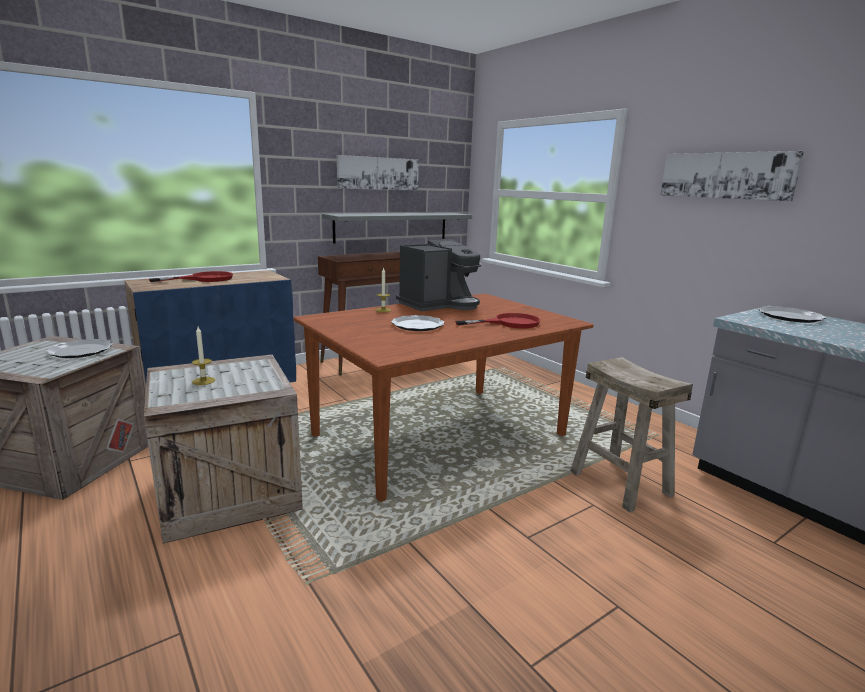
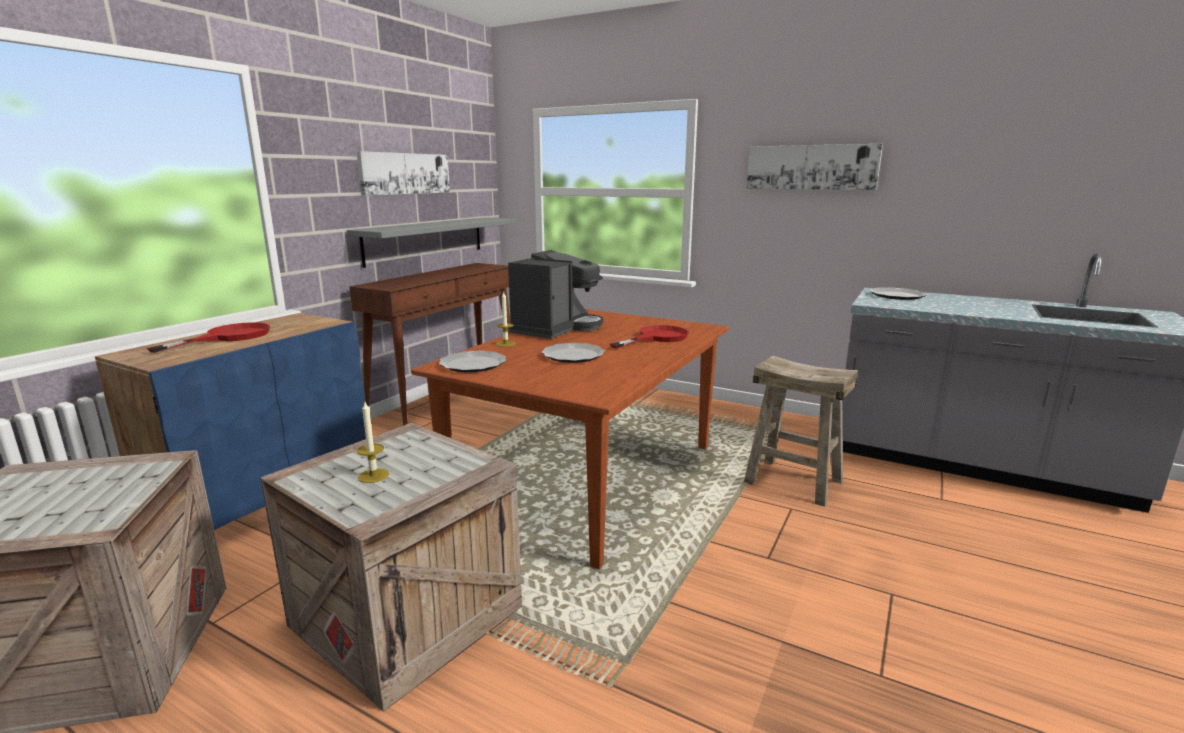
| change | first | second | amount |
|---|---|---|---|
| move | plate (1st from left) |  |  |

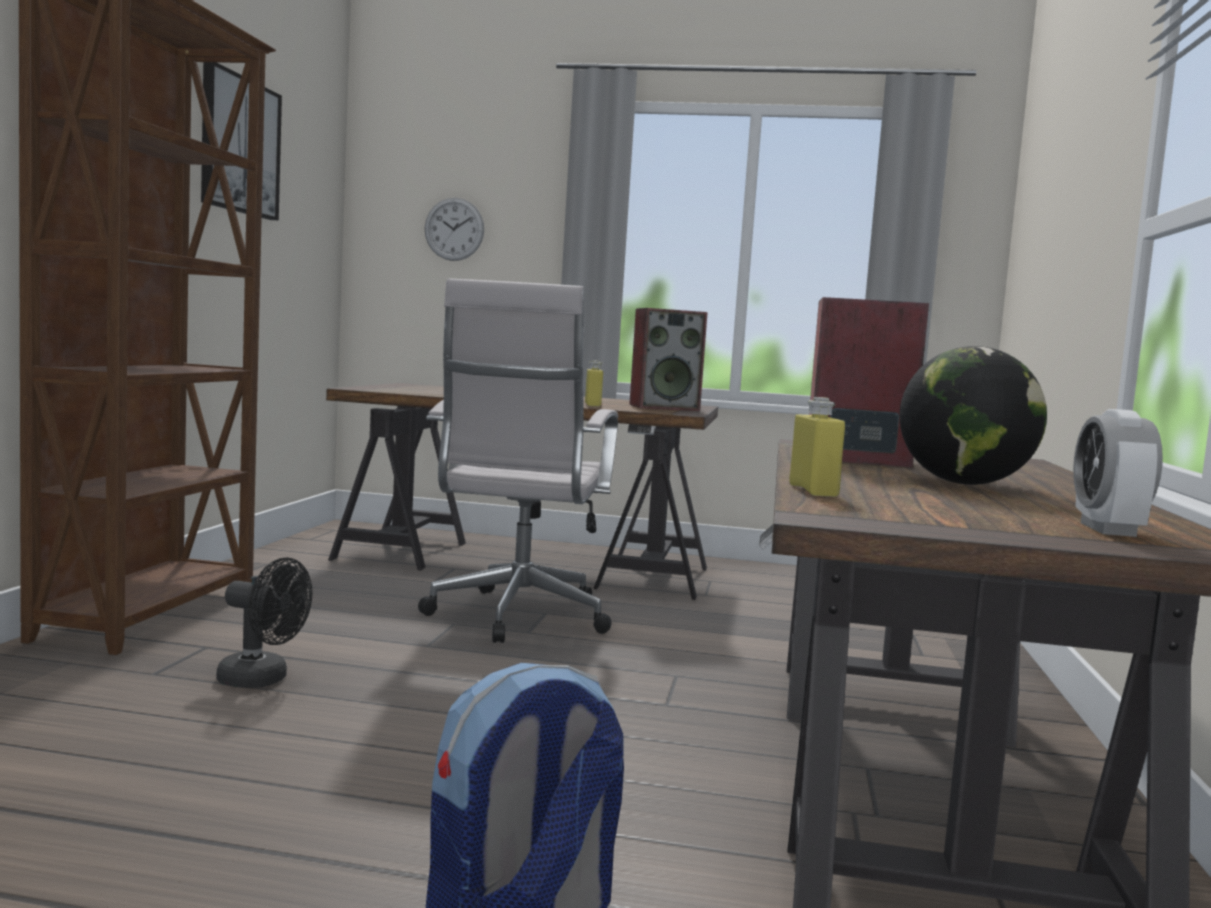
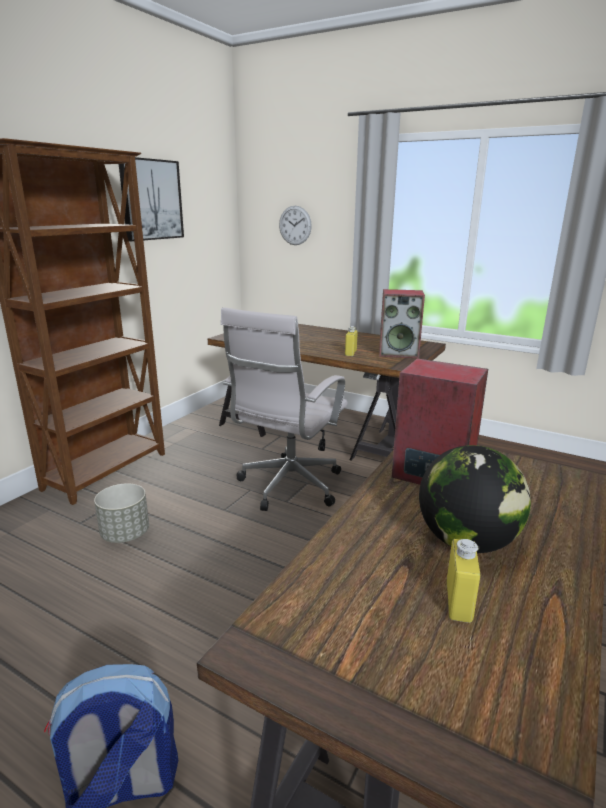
| change | first | second | amount |
|---|---|---|---|
| replace | black fan | grey planter |  |
| move | yellow bottle (2nd from left) |  |  |
| delete | alarm clock |  |  |

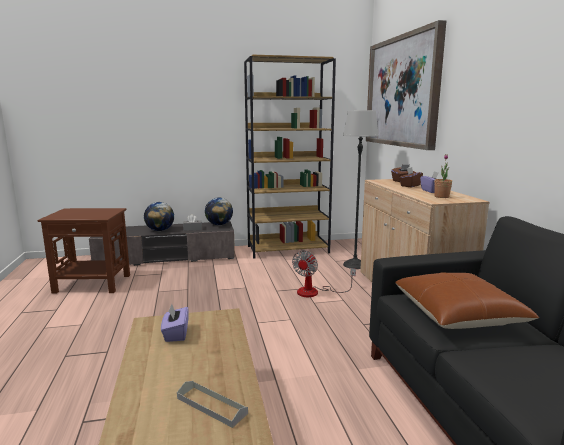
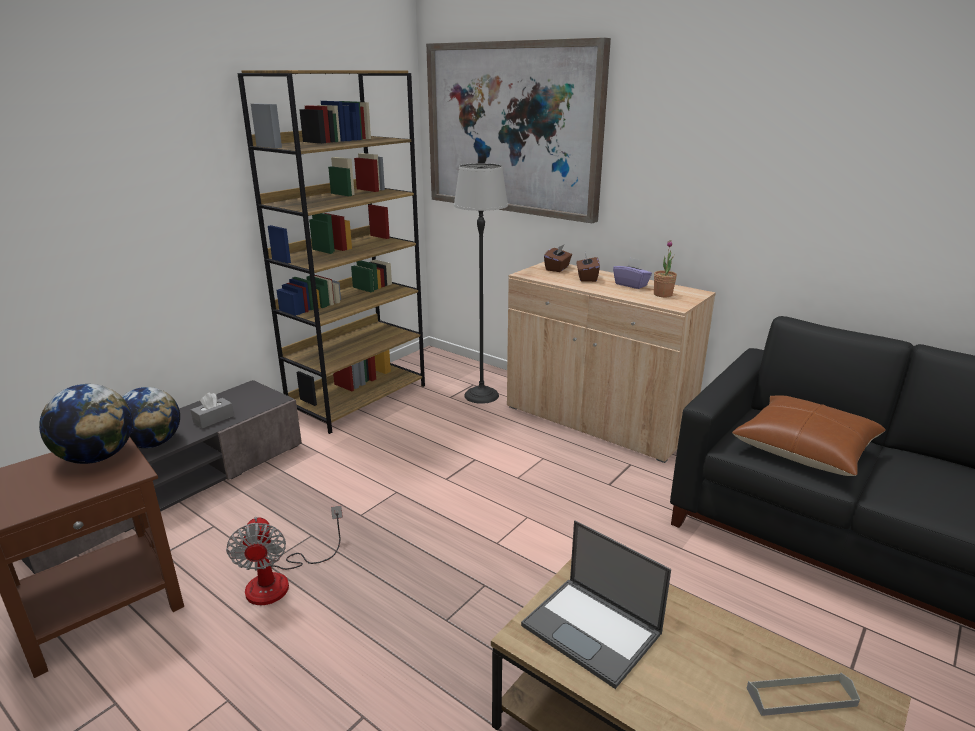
| change | first | second | amount |
|---|---|---|---|
| move | globe (2nd from left in the first image) | globe (1st from left) |  |
| move | fan |  |  |
| replace | purple tissue box (1st from left) | laptop |  |

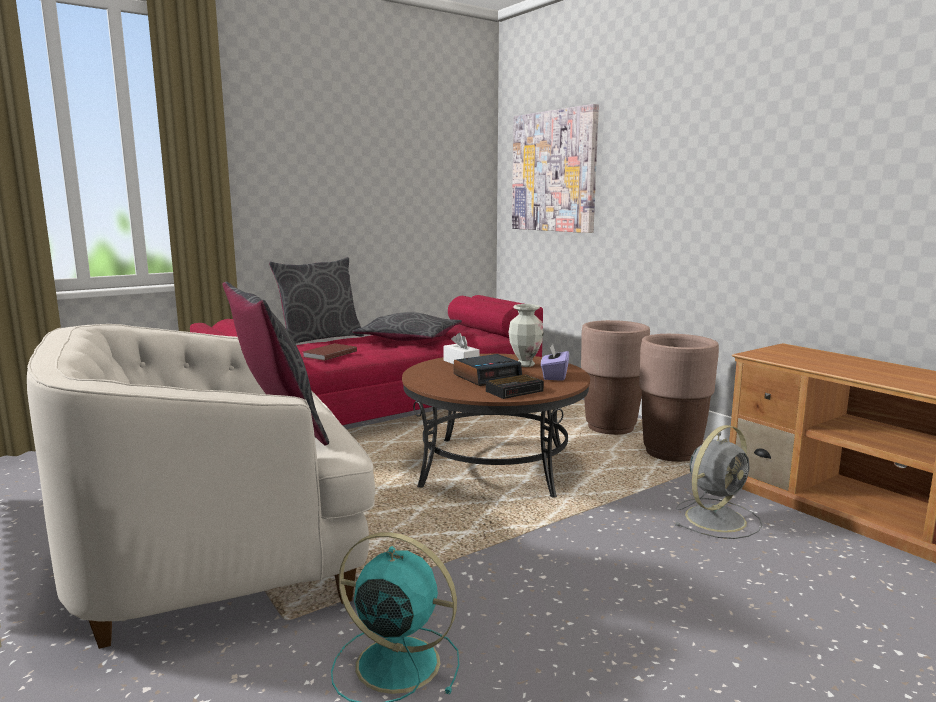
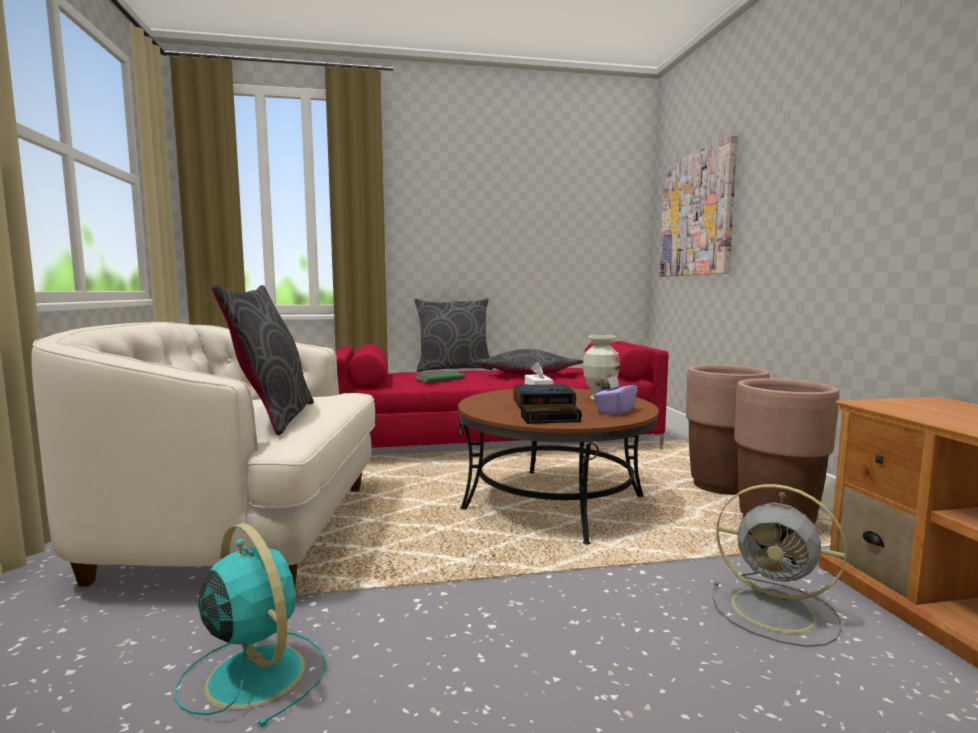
| change | first | second | amount |
|---|---|---|---|
| recolor | brown book | green book |  |
| rotate | grey fan |  | 45 degrees clockwise |

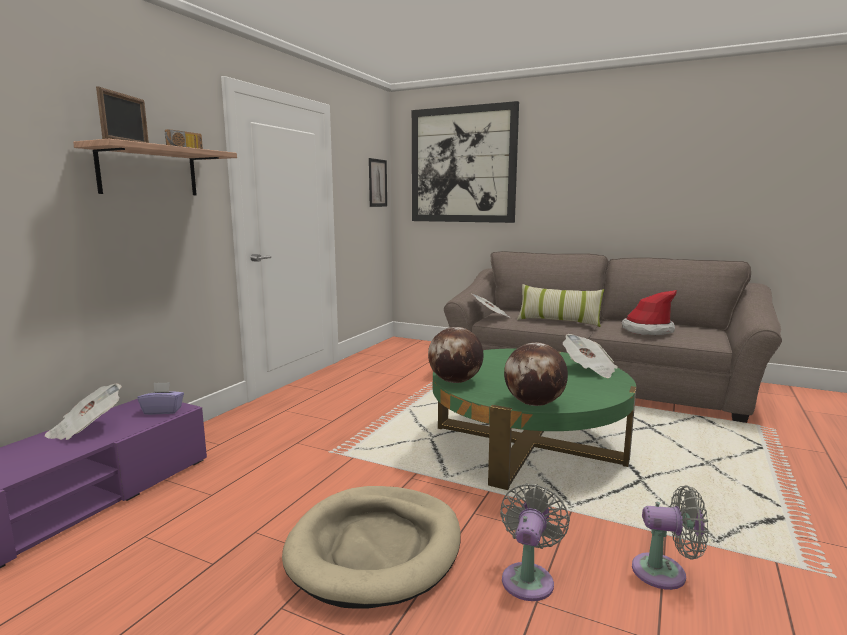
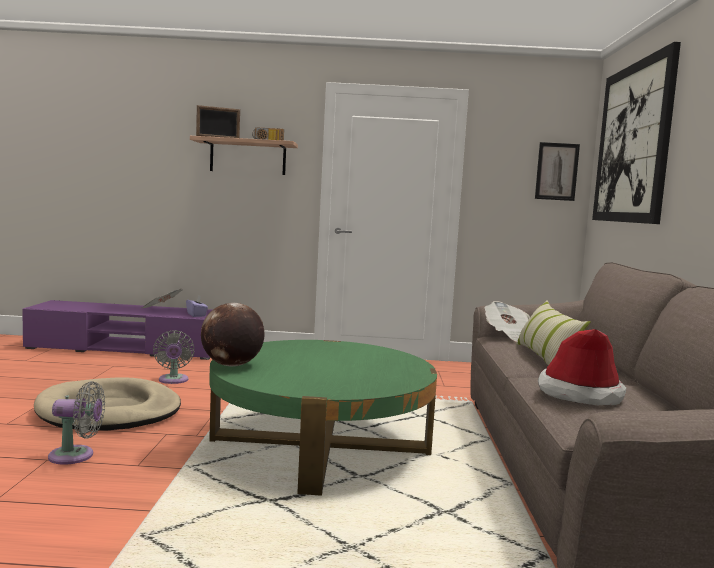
| change | first | second | amount |
|---|---|---|---|
| move | grey fan (2nd from left) |  |  |
| delete | globe (1st from left) |  |  |
| delete | newspaper (3rd from left) |  |  |

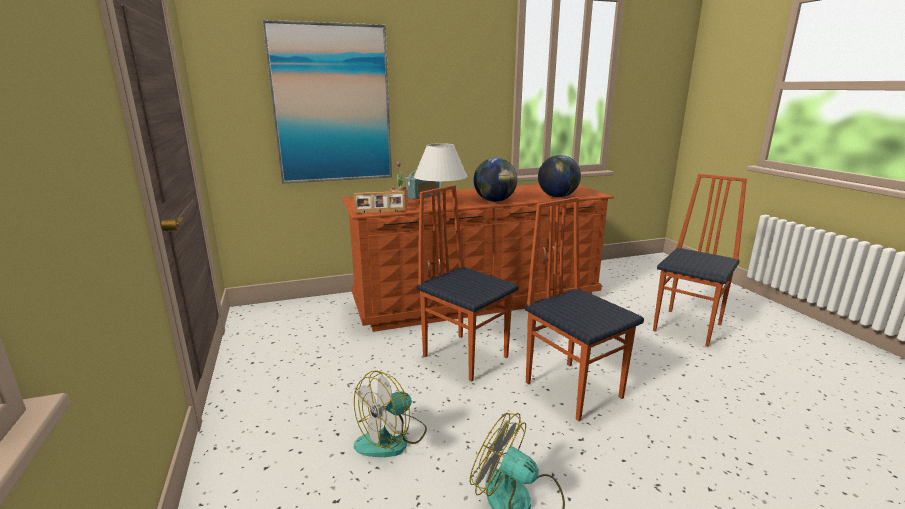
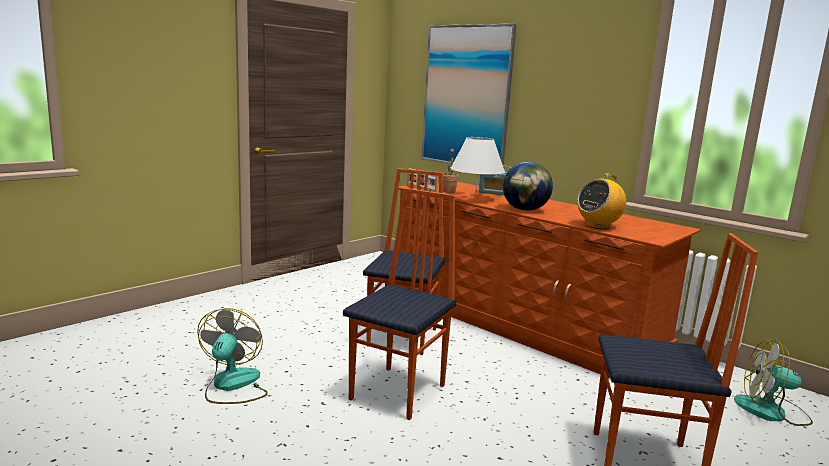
| change | first | second | amount |
|---|---|---|---|
| replace | globe (2nd from left) | radio (2nd from left) |  |
| move | fan (1st from left in the first image) | fan (2nd from left) |  |

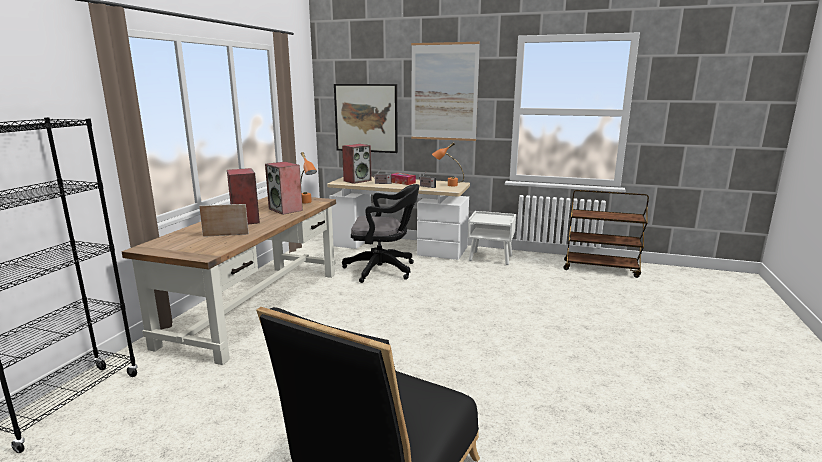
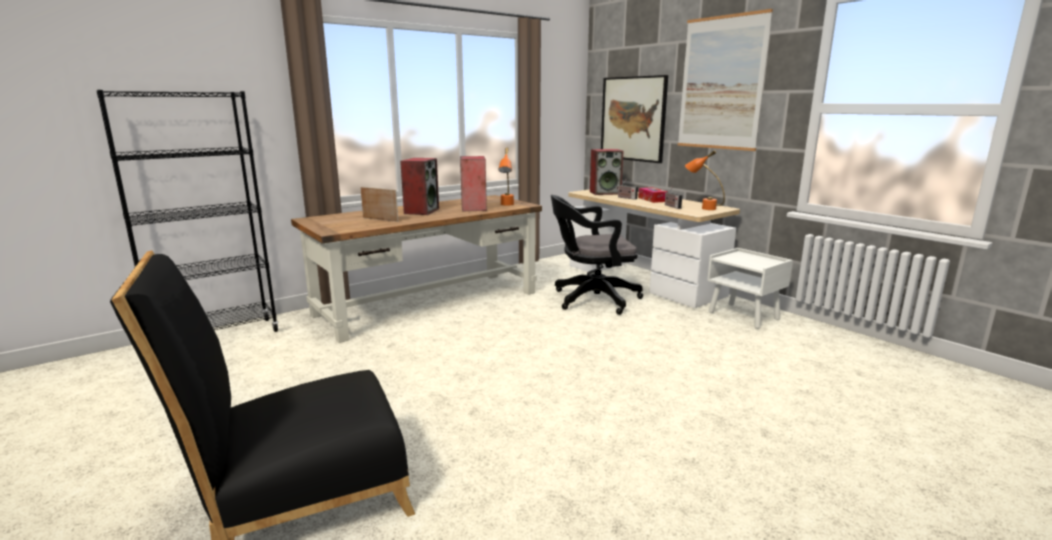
| change | first | second | amount |
|---|---|---|---|
| rotate | black office chair |  | 135 degrees clockwise |
| delete | brown cart |  |  |

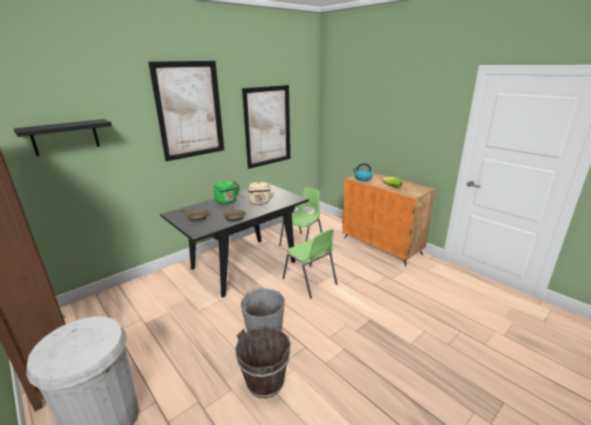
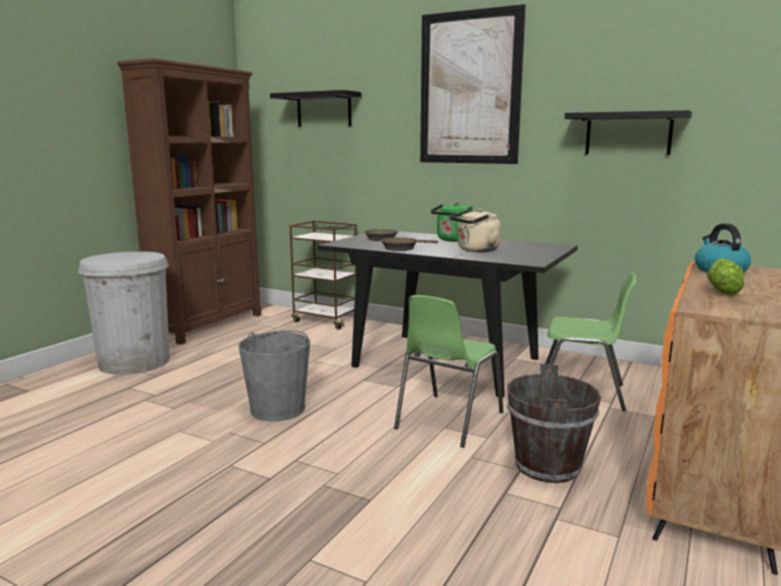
| change | first | second | amount |
|---|---|---|---|
| insert |  | brown cart |  |
| move | brown bucket |  |  |
| replace | picture (2nd from left) | black shelf (2nd from left) |  |

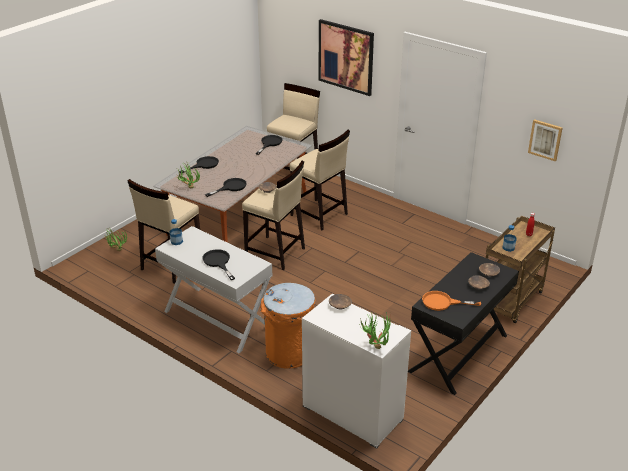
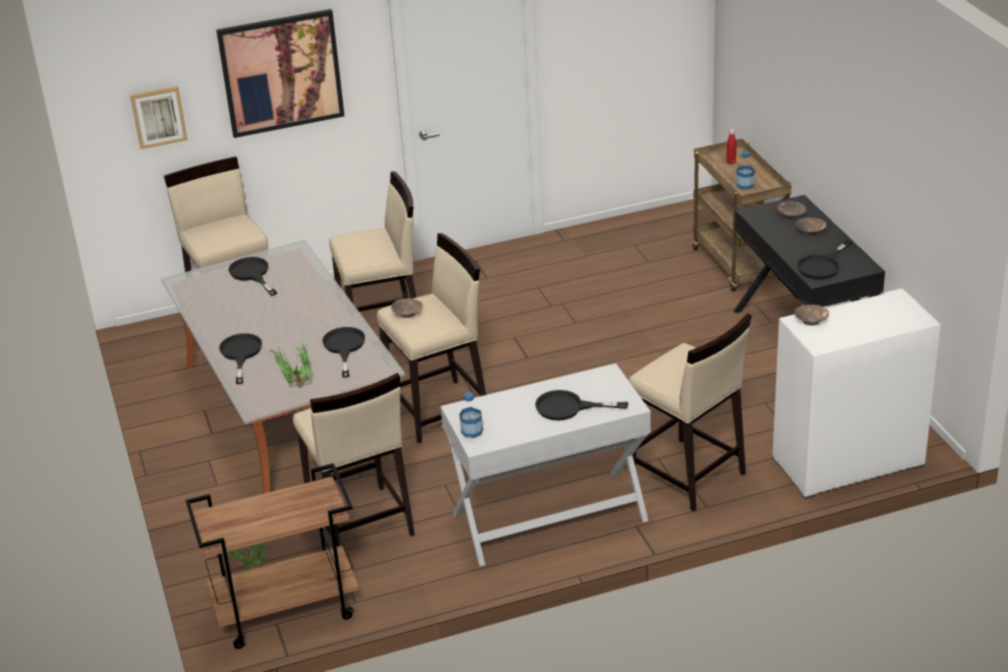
| change | first | second | amount |
|---|---|---|---|
| move | picture (2nd from left in the first image) | picture (1st from left) |  |
| insert |  | brown cart (1st from left) |  |
| replace | orange trash can | beige stool (5th from left) |  |
| recolor | orange frying pan | black frying pan (5th from left) |  |
| delete | potted plant (3rd from left) |  |  |

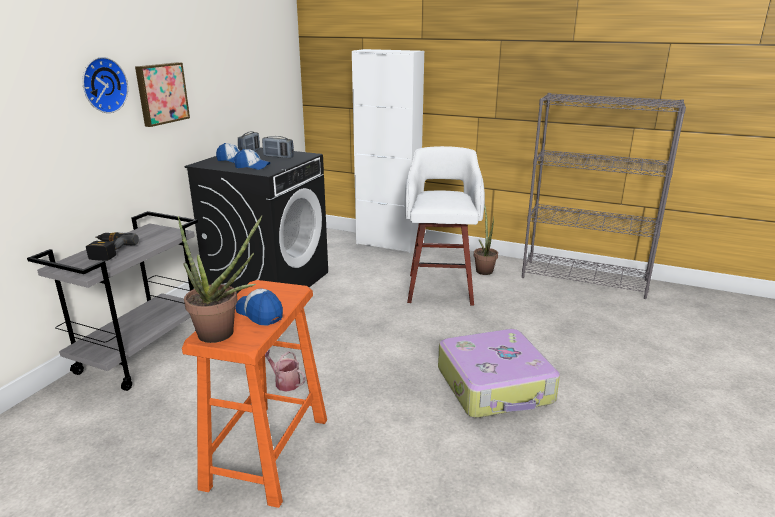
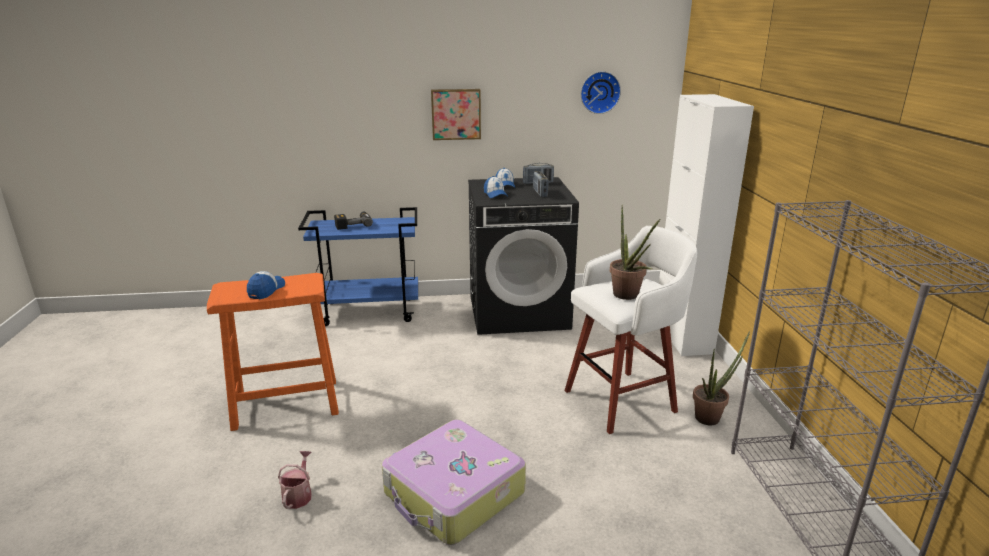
| change | first | second | amount |
|---|---|---|---|
| move | watering can |  |  |
| recolor | grey cart | blue cart |  |
| move | wall clock |  |  |
| move | potted plant (1st from left) |  |  |

